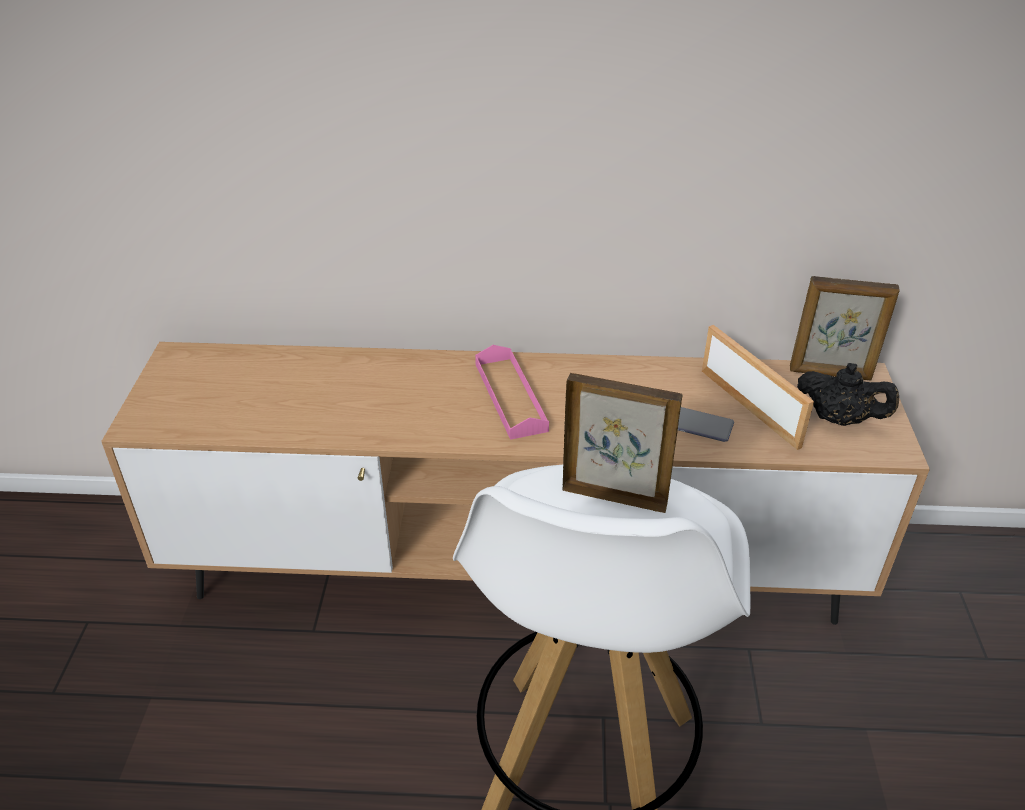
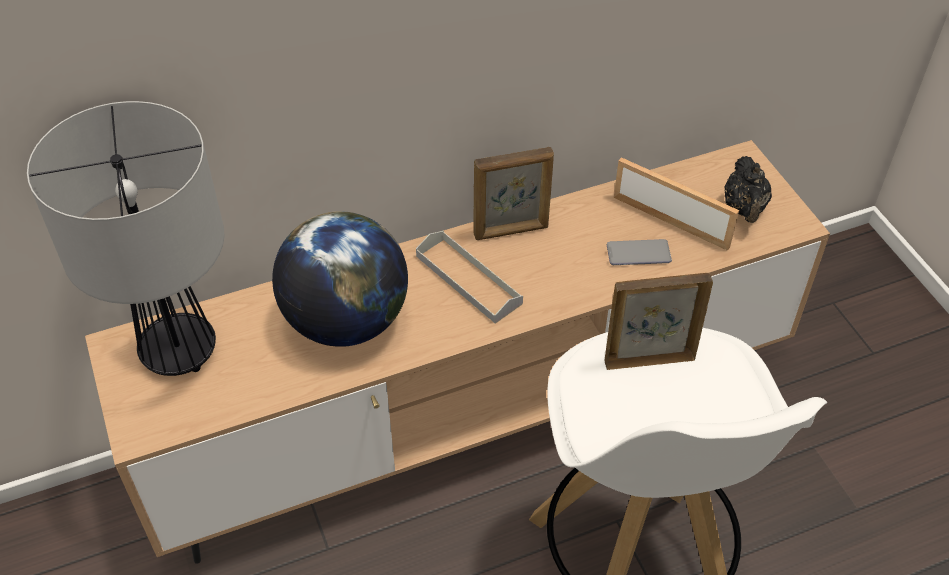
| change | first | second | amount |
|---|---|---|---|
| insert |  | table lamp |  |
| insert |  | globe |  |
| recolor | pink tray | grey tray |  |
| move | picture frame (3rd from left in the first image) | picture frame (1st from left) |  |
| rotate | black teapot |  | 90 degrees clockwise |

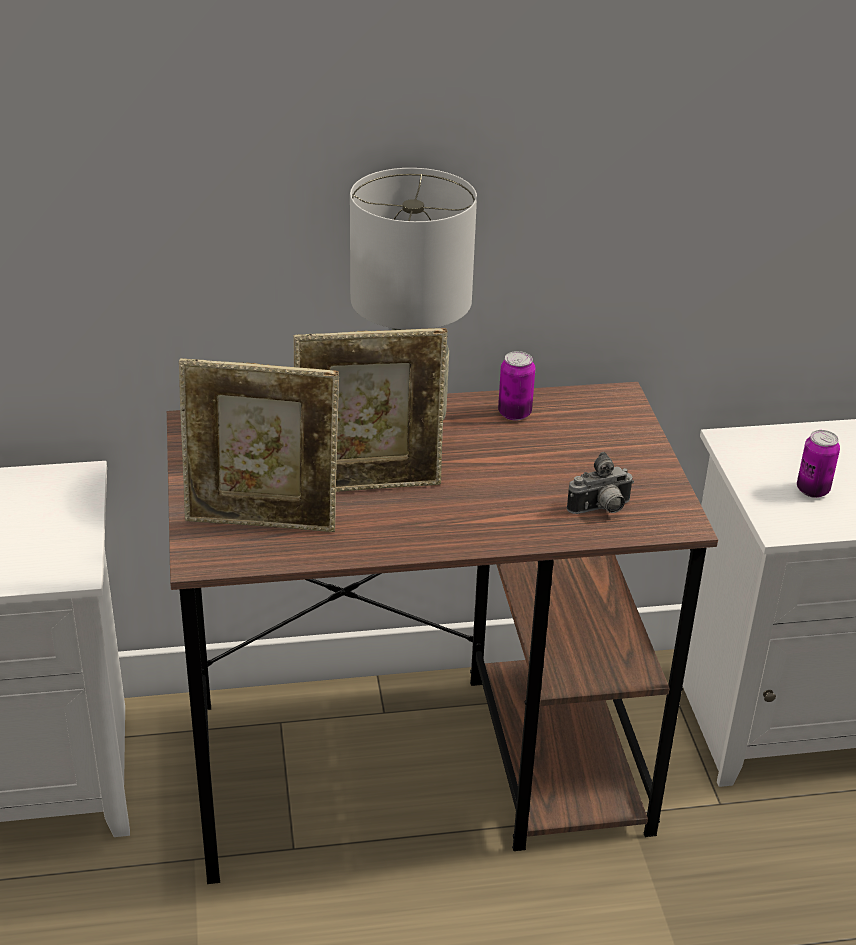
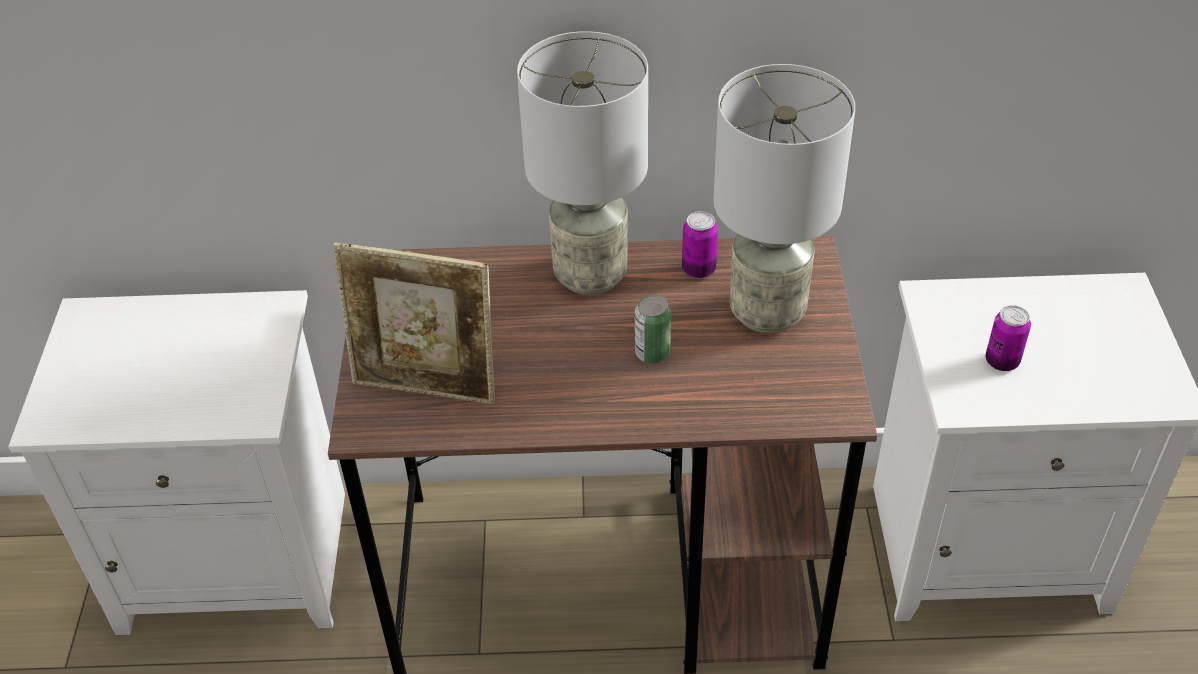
| change | first | second | amount |
|---|---|---|---|
| insert |  | can (1st from left) |  |
| insert |  | grey table lamp (2nd from left) |  |
| delete | picture frame (2nd from left) |  |  |
| delete | photo camera |  |  |

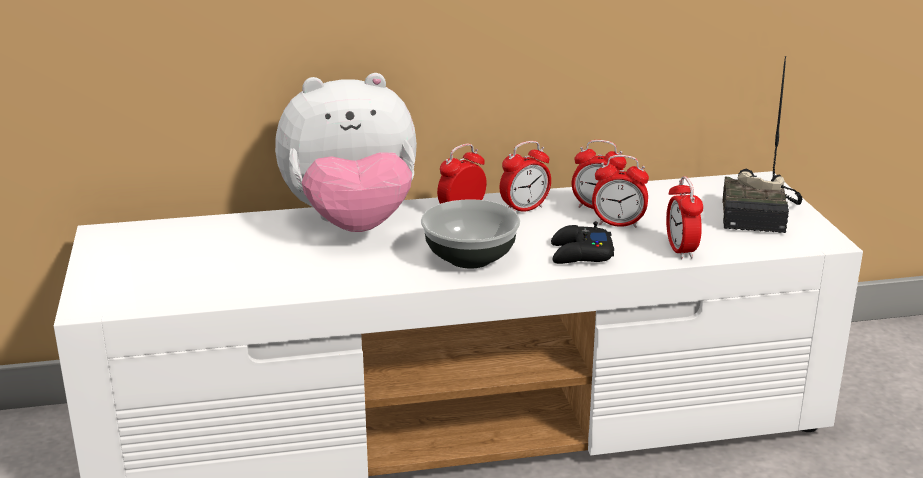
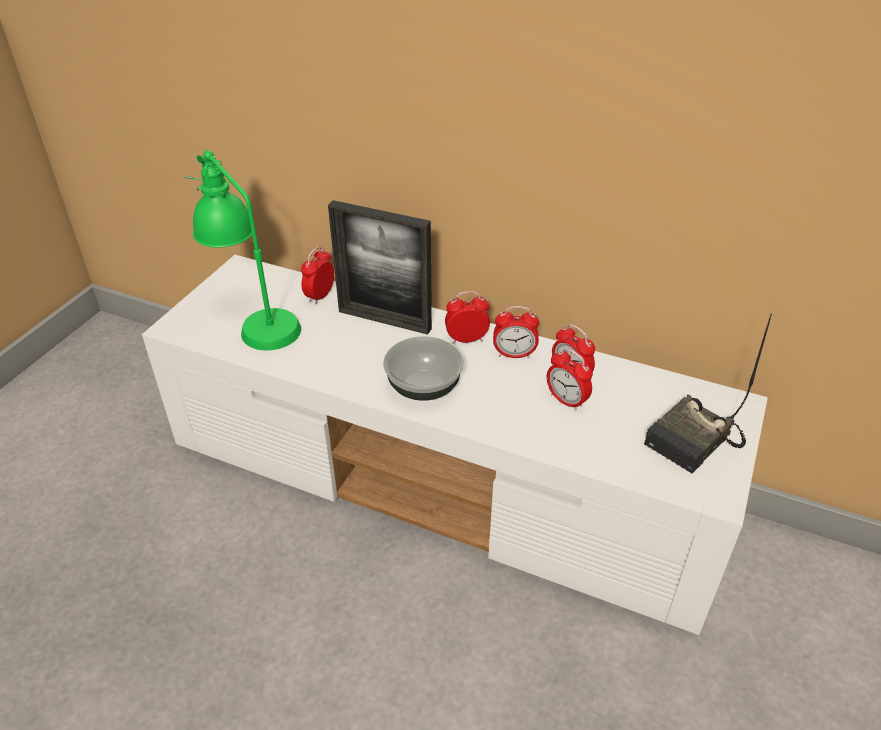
| change | first | second | amount |
|---|---|---|---|
| insert |  | green table lamp |  |
| move | alarm clock (5th from left in the first image) | alarm clock (1st from left) |  |
| replace | plush toy | picture frame |  |
| delete | black game controller |  |  |

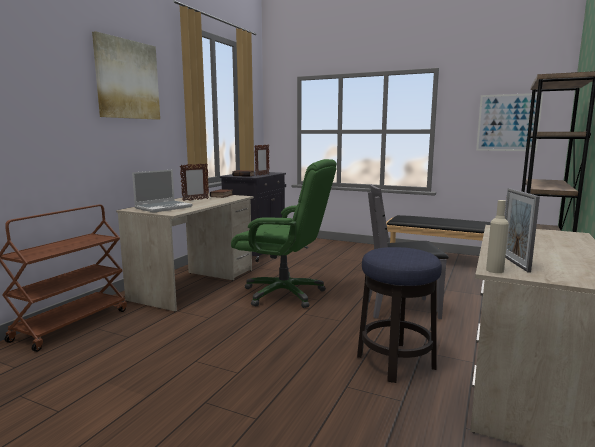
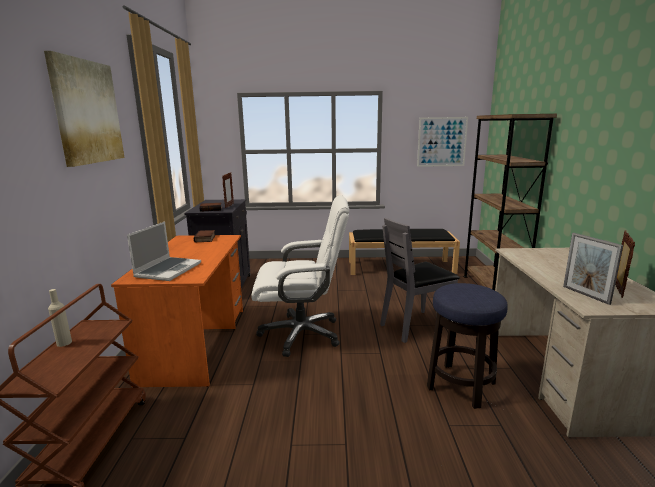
| change | first | second | amount |
|---|---|---|---|
| move | beige bottle |  |  |
| recolor | beige desk (1st from left) | orange desk |  |
| recolor | green office chair | white office chair |  |
| move | picture frame (1st from left in the first image) | picture frame (3rd from left) |  |

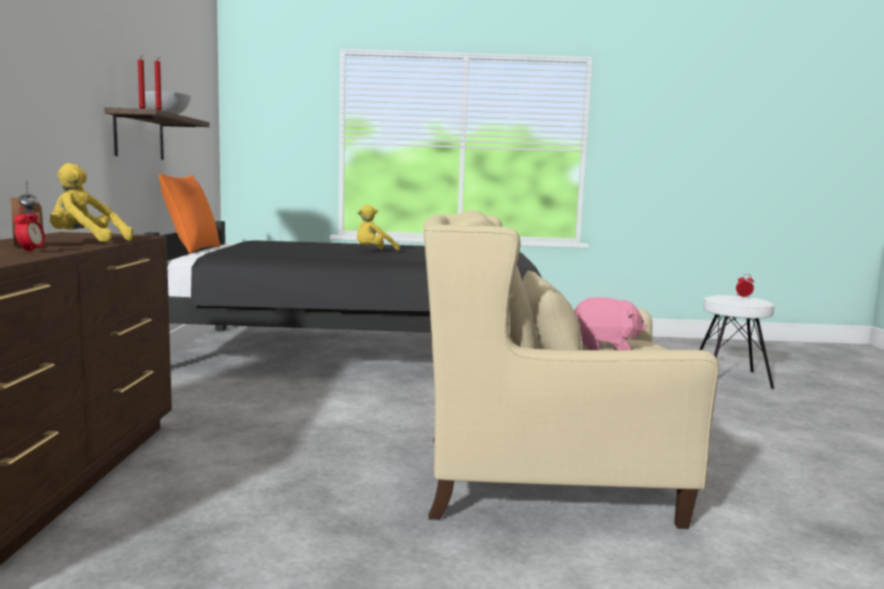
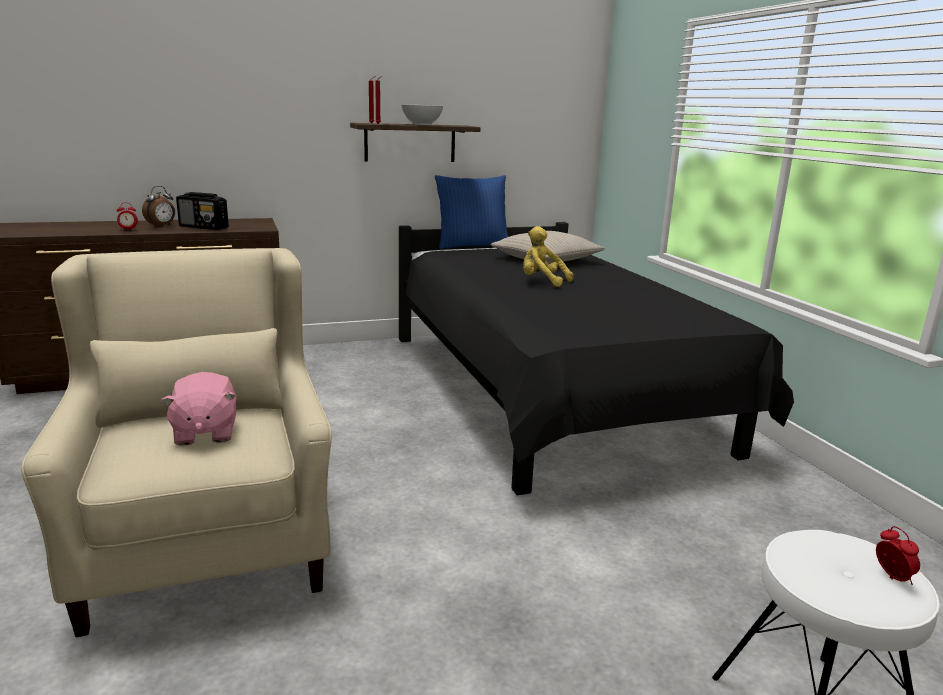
| change | first | second | amount |
|---|---|---|---|
| replace | yellow plush toy (1st from left) | radio |  |
| recolor | orange pillow | blue pillow |  |
| insert |  | beige pillow |  |

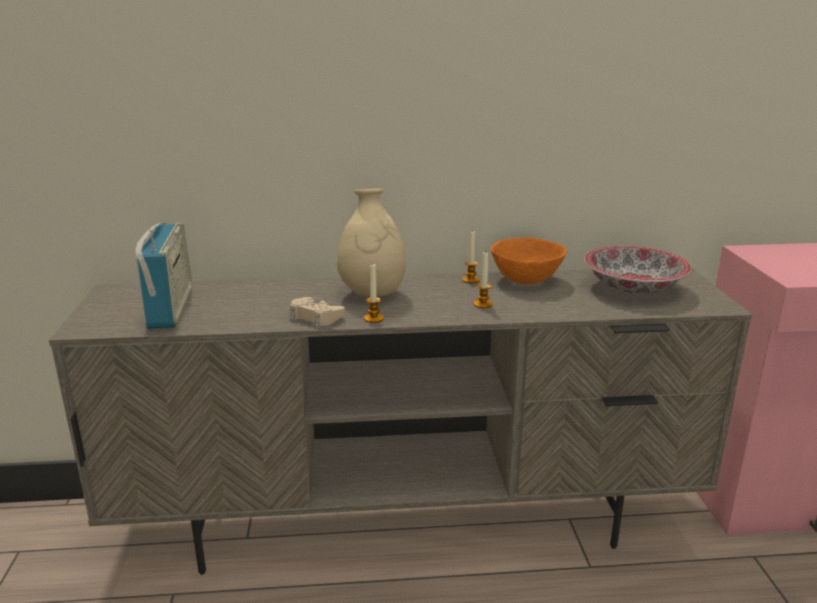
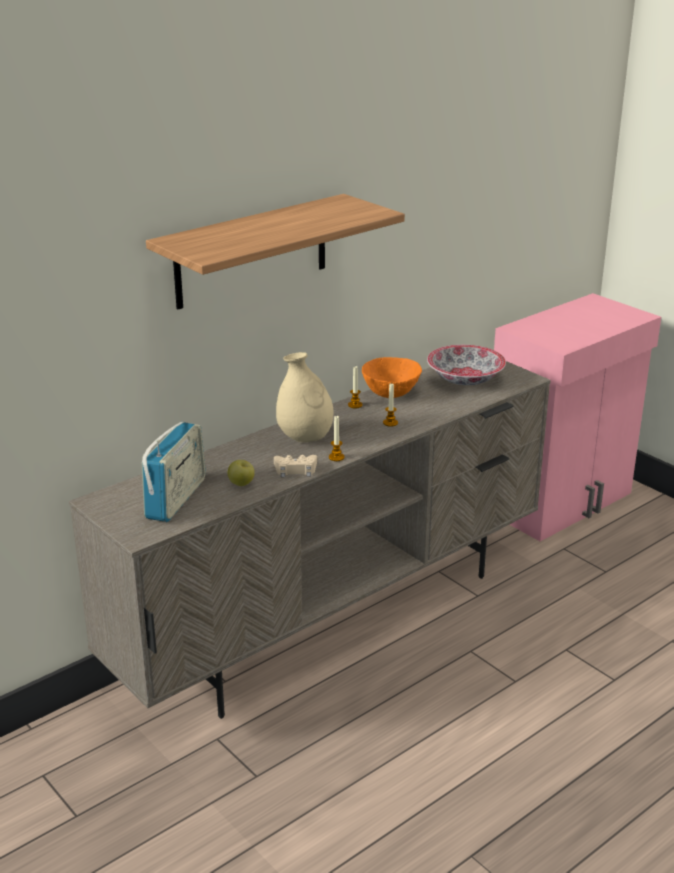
| change | first | second | amount |
|---|---|---|---|
| rotate | radio |  | 60 degrees clockwise |
| insert |  | shelf |  |
| insert |  | apple |  |

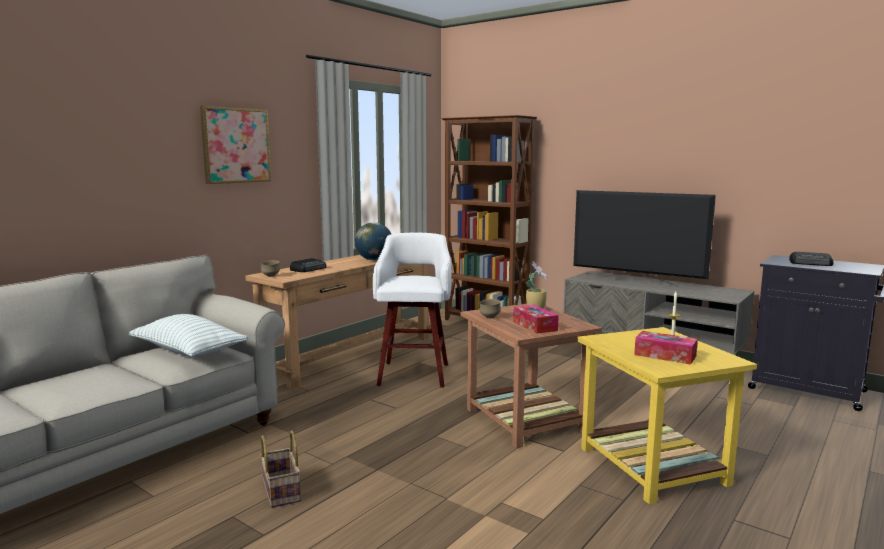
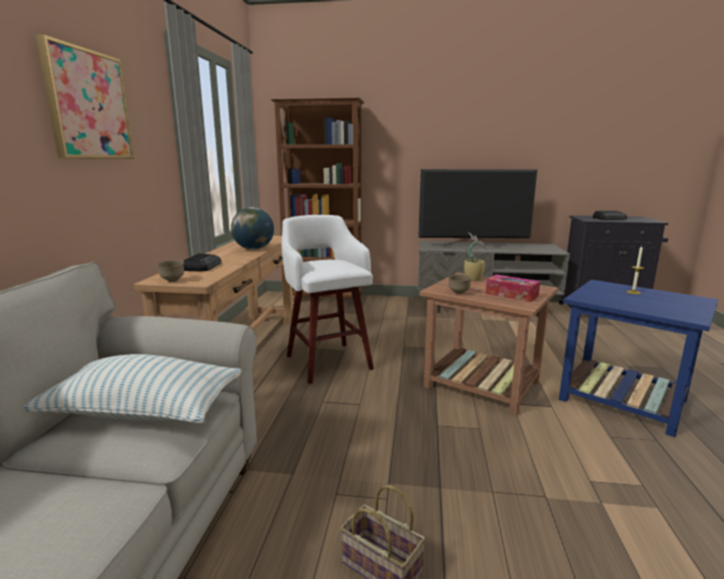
| change | first | second | amount |
|---|---|---|---|
| recolor | yellow side table | blue side table |  |
| delete | tissue box (2nd from left) |  |  |

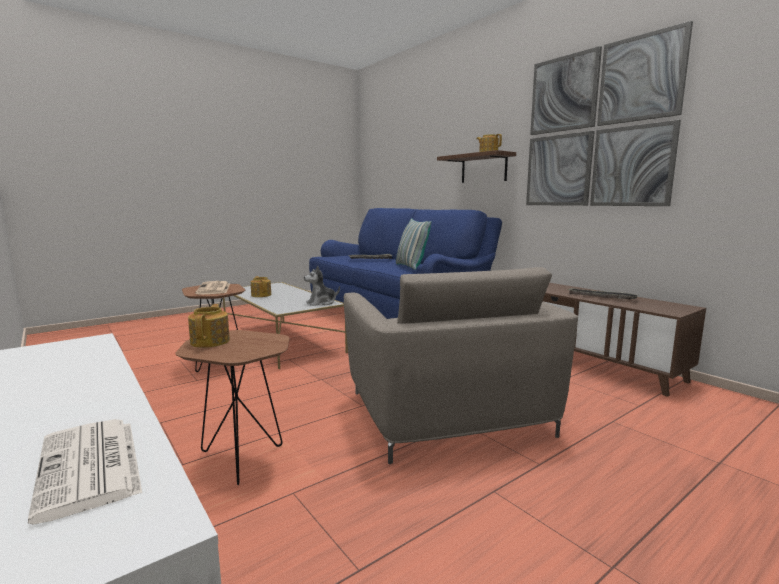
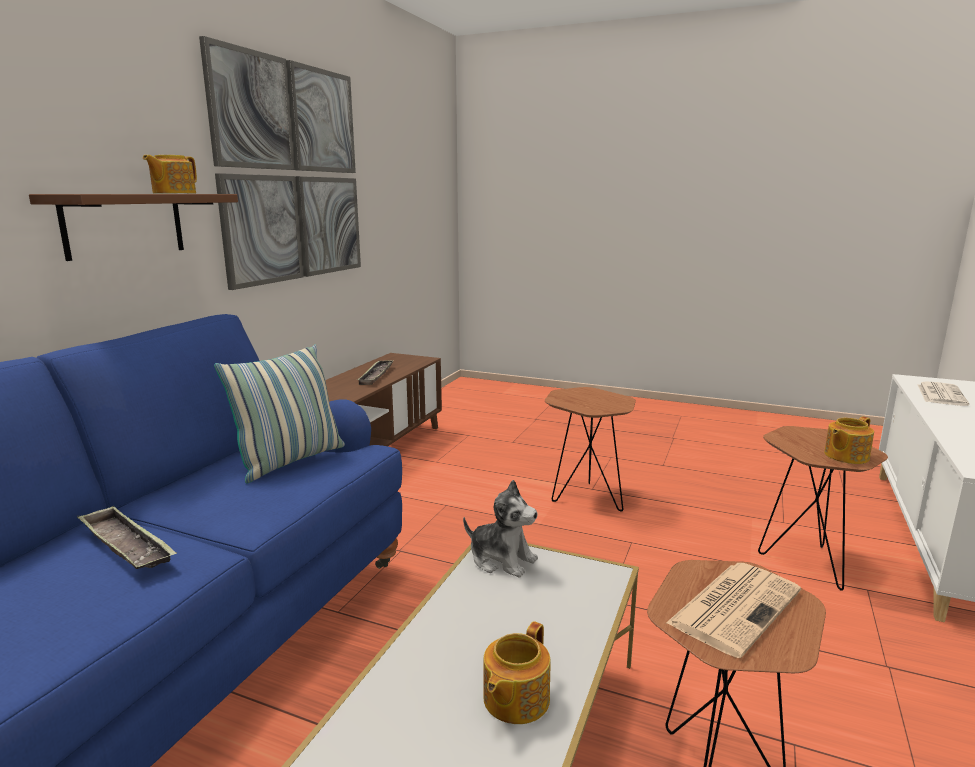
| change | first | second | amount |
|---|---|---|---|
| replace | beige armchair | brown side table (1st from left) |  |

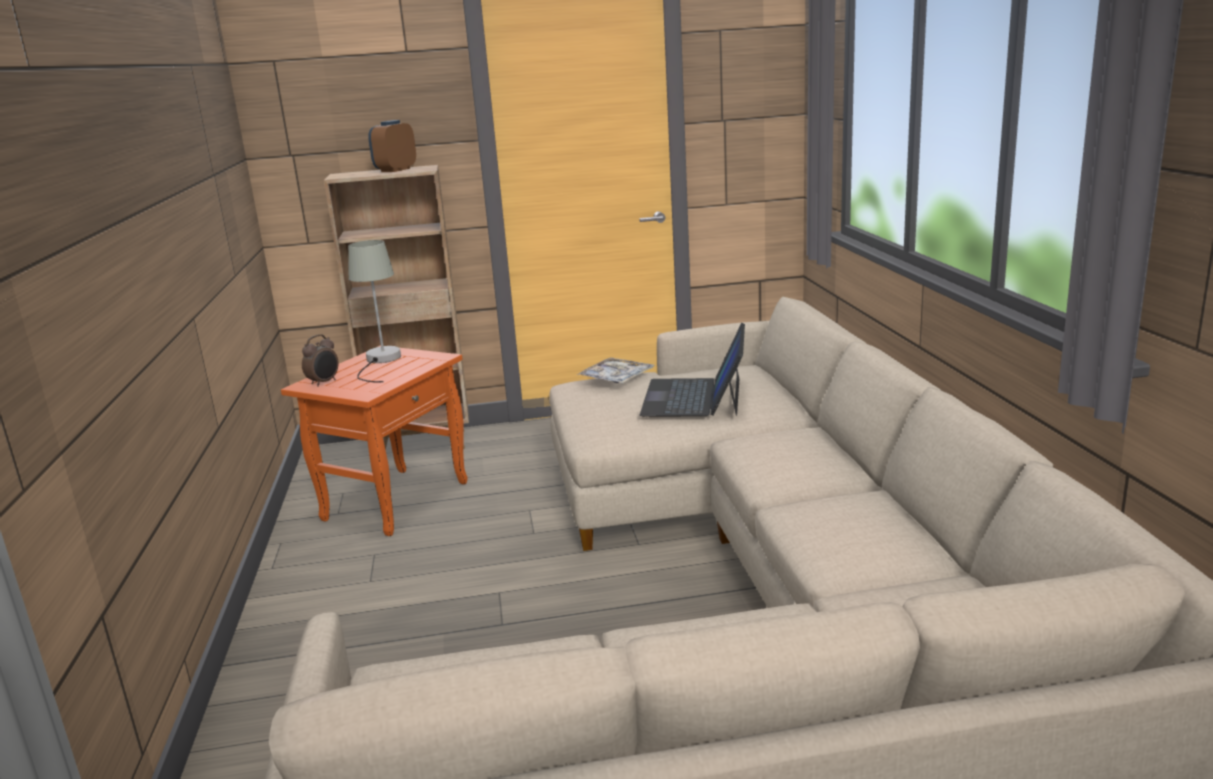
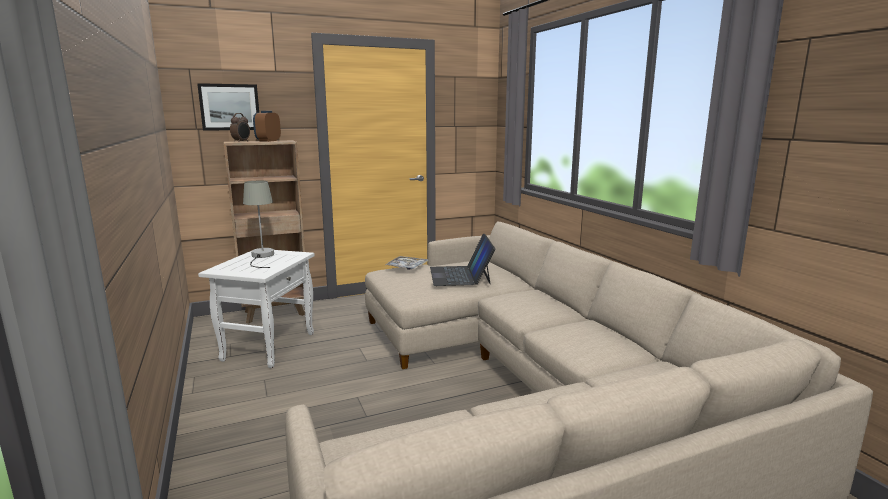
| change | first | second | amount |
|---|---|---|---|
| insert |  | picture |  |
| recolor | orange side table | white side table |  |
| move | alarm clock (1st from left) |  |  |

